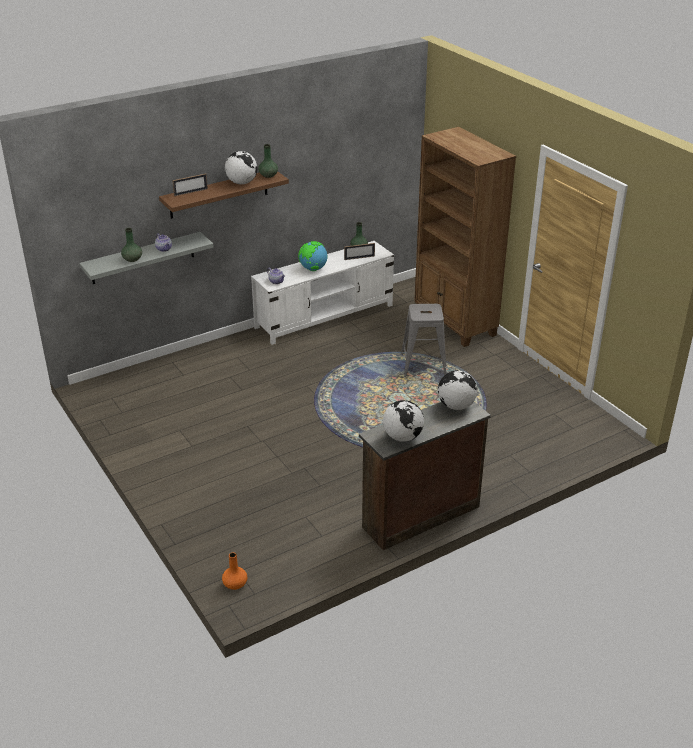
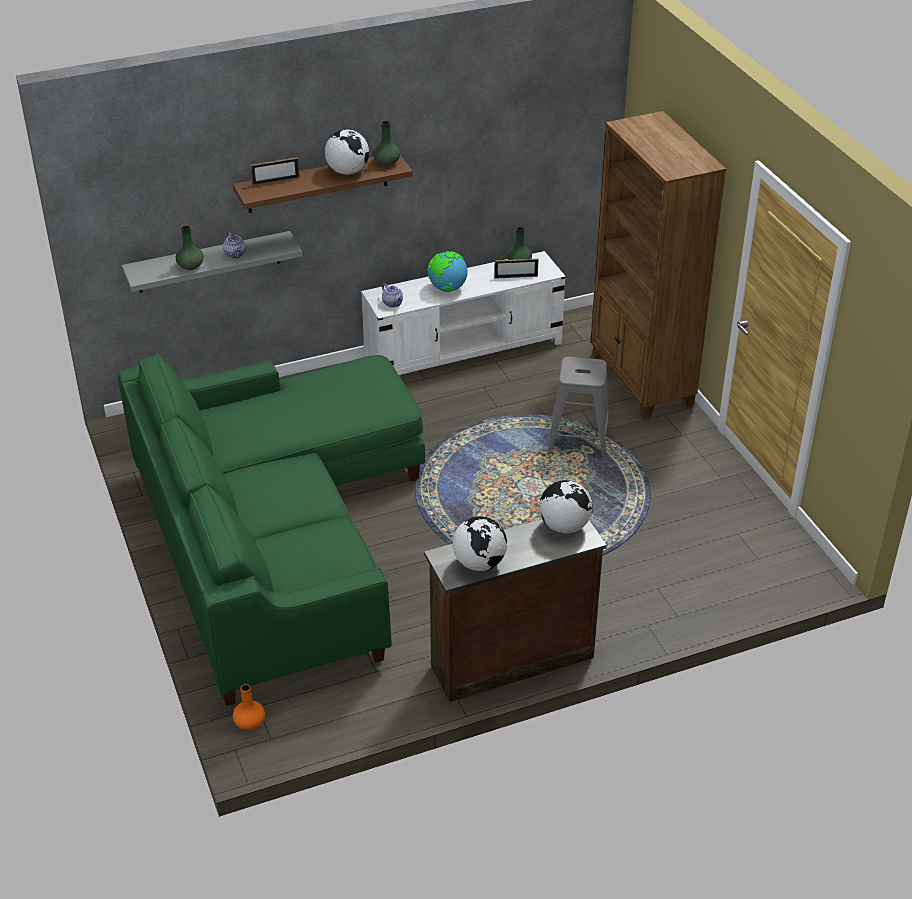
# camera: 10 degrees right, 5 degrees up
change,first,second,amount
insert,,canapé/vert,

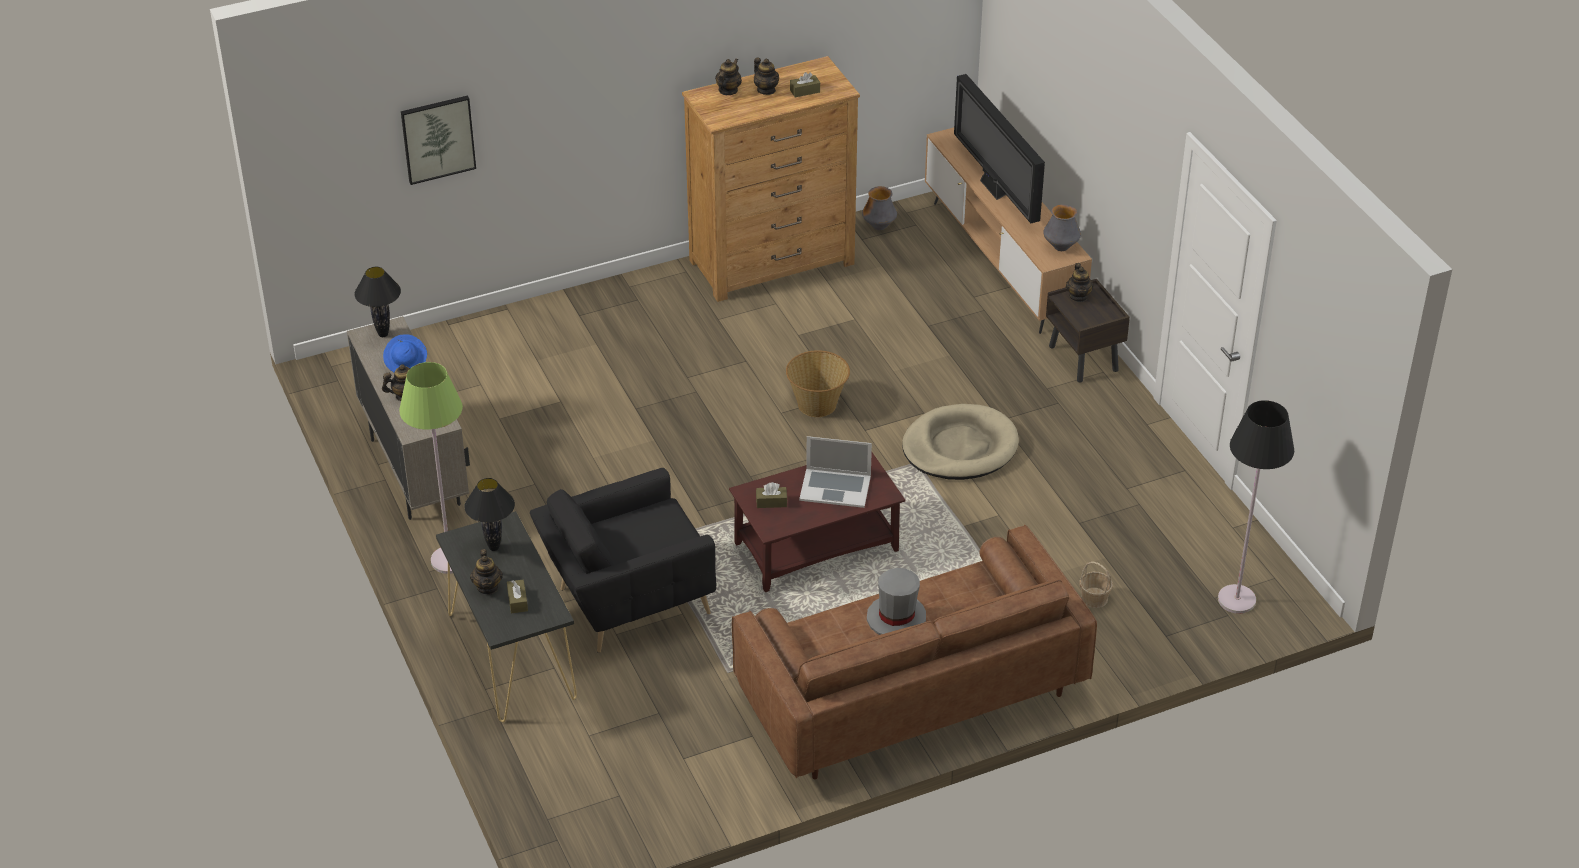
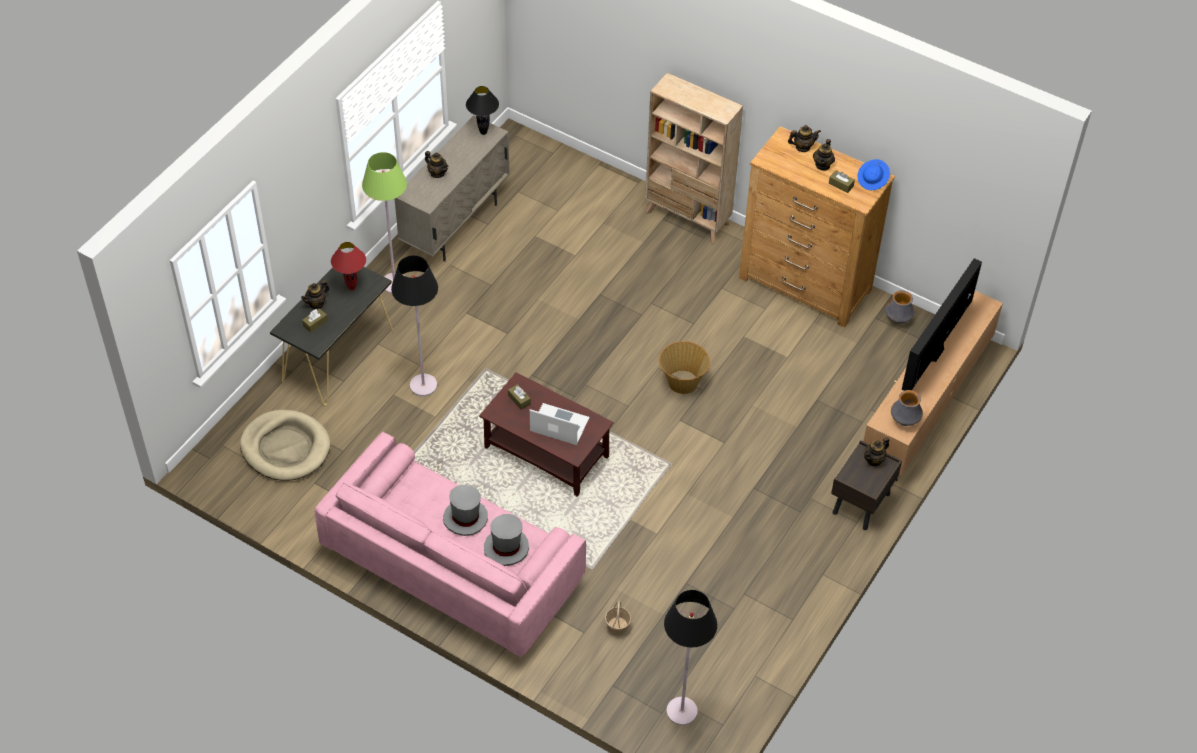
# camera: 55 degrees right, 10 degrees up
change,first,second,amount
move,chapeau/bleu,,
delete,tableau,,
recolor,lampe de table/noir (2nd from left),lampe de table/rouge,
replace,fauteuil/noir,lampadaire/noir (1st from left),
recolor,canapé/marron,canapé/rose,
rotate,ordinateur portable,,135 degrees clockwise
move,panier pour chien/beige,,
insert,,chapeau/gris (2nd from left),
insert,,bibliothèque/beige,

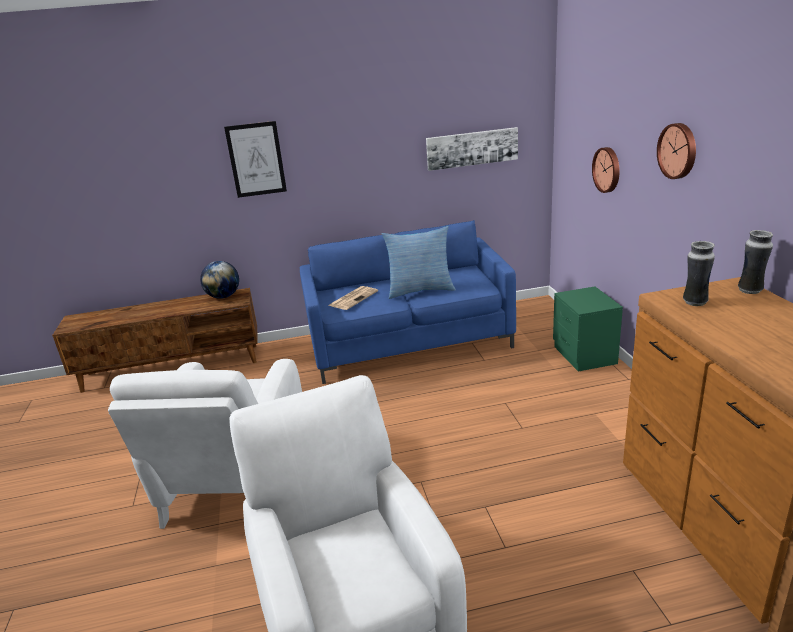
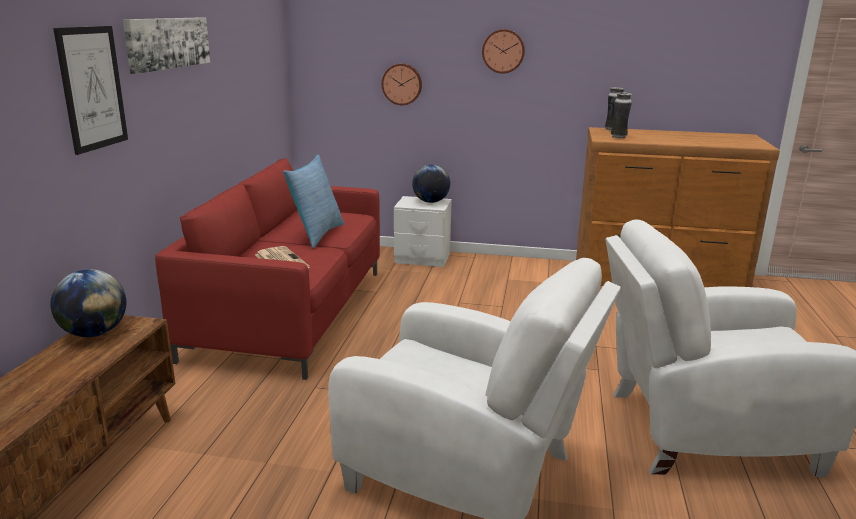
# camera: 70 degrees left, 5 degrees down
change,first,second,amount
recolor,canapé/bleu,canapé/rouge,
move,tableau (2nd from left),,
recolor,table de chevet/vert,table de chevet/blanc,
insert,,globe (2nd from left),

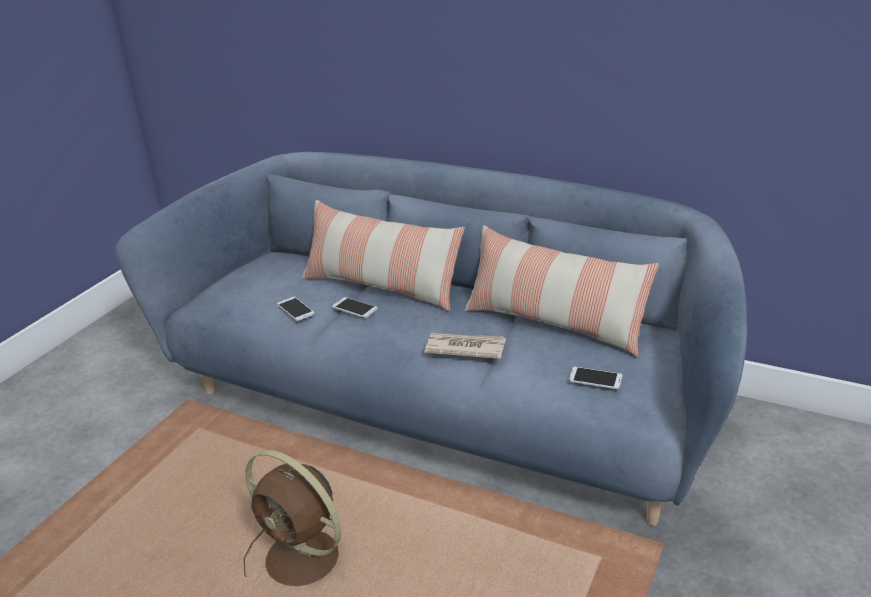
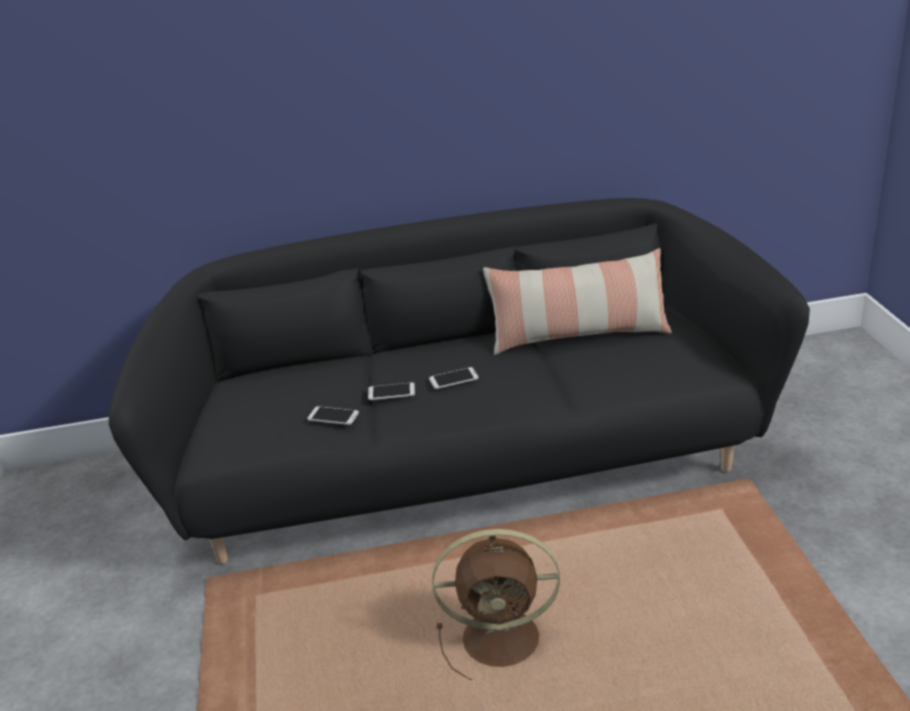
# camera: 35 degrees left, 0 degrees up
change,first,second,amount
recolor,canapé/bleu,canapé/noir,
delete,coussin (1st from left),,
delete,journal,,
move,téléphone (3rd from left),,

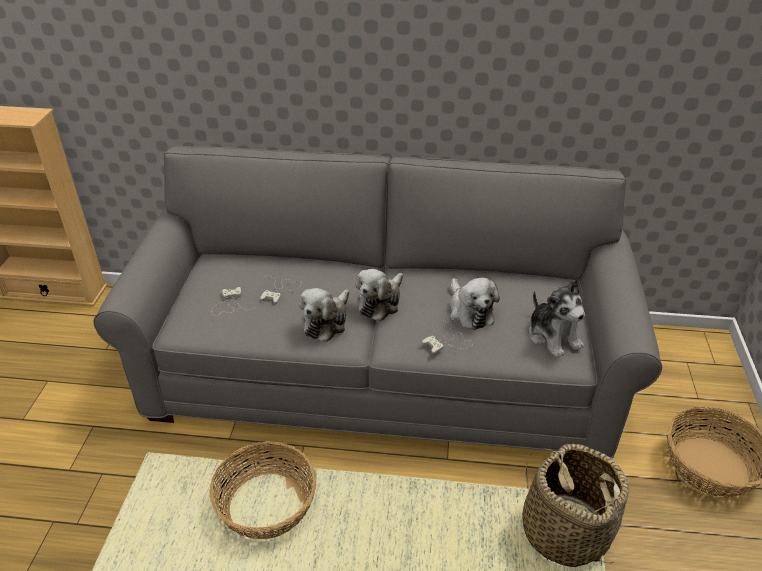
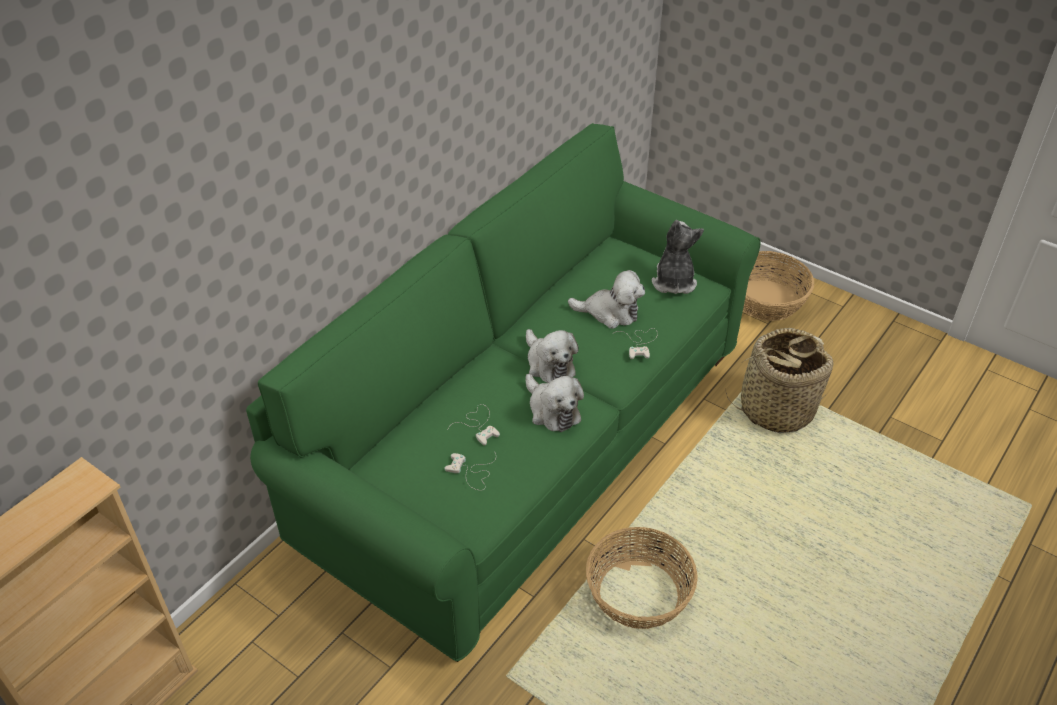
# camera: 60 degrees left, 5 degrees up
change,first,second,amount
recolor,canapé/gris,canapé/vert,
rotate,peluche (4th from left),,90 degrees counterclockwise

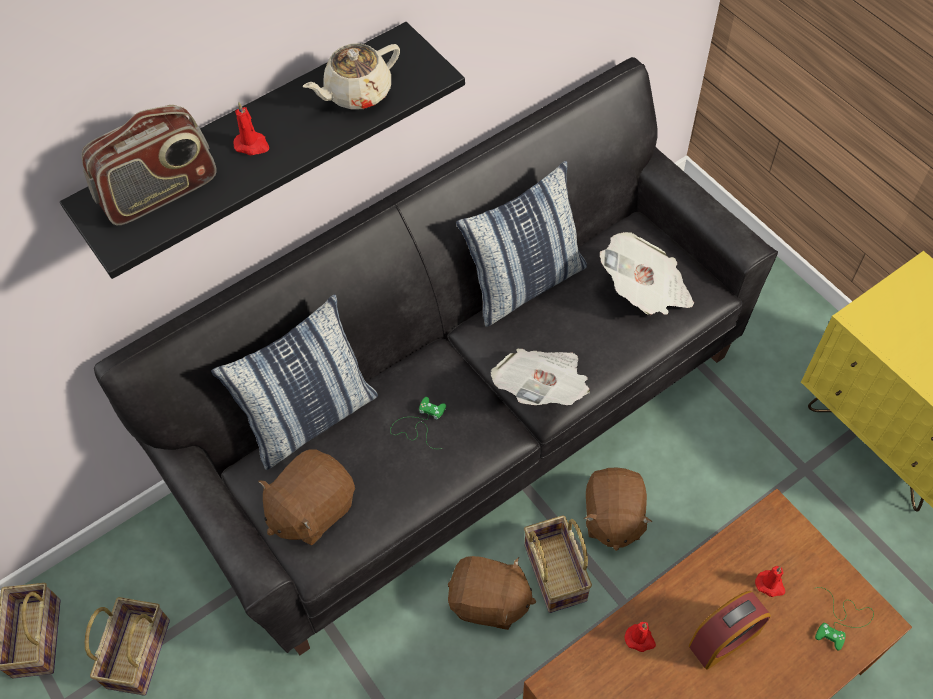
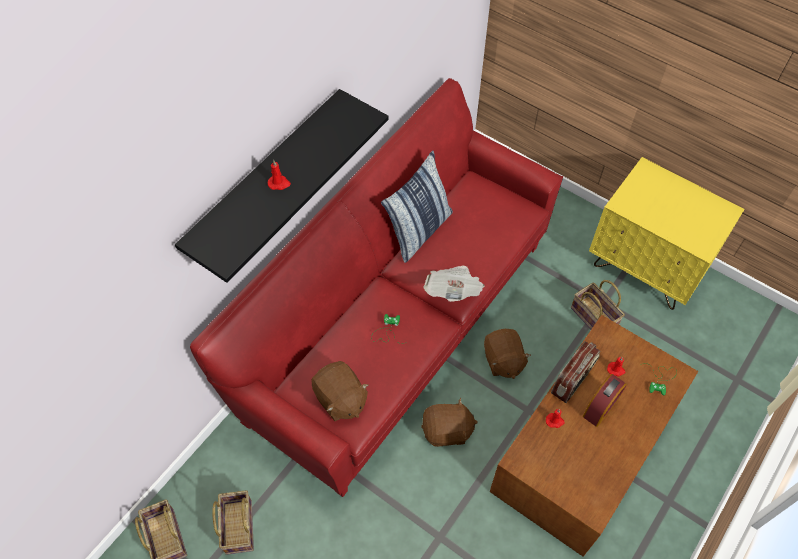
# camera: 20 degrees left, 0 degrees up
change,first,second,amount
move,radio,,
recolor,canapé/noir,canapé/rouge,
delete,coussin (1st from left),,
rotate,peluche/marron (1st from left),,60 degrees counterclockwise
delete,théière/beige,,
move,panier (3rd from left),,
delete,journal (2nd from left),,

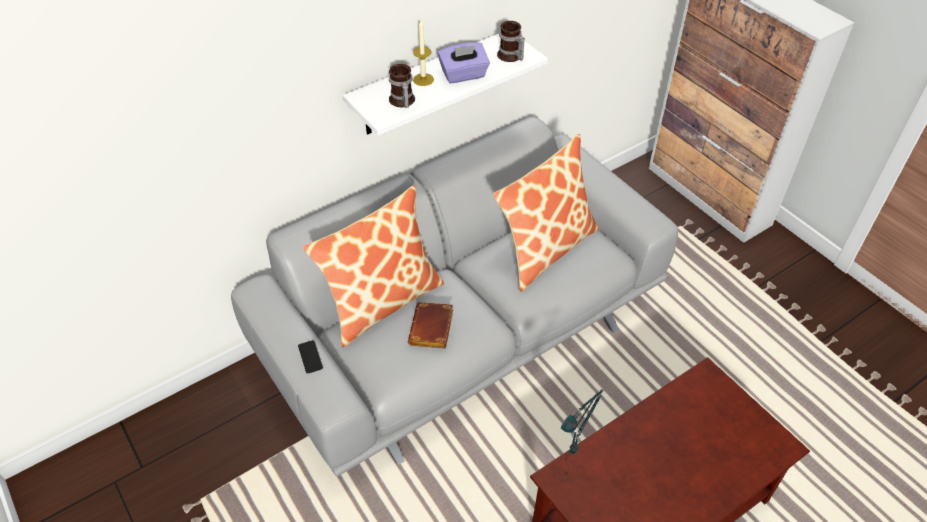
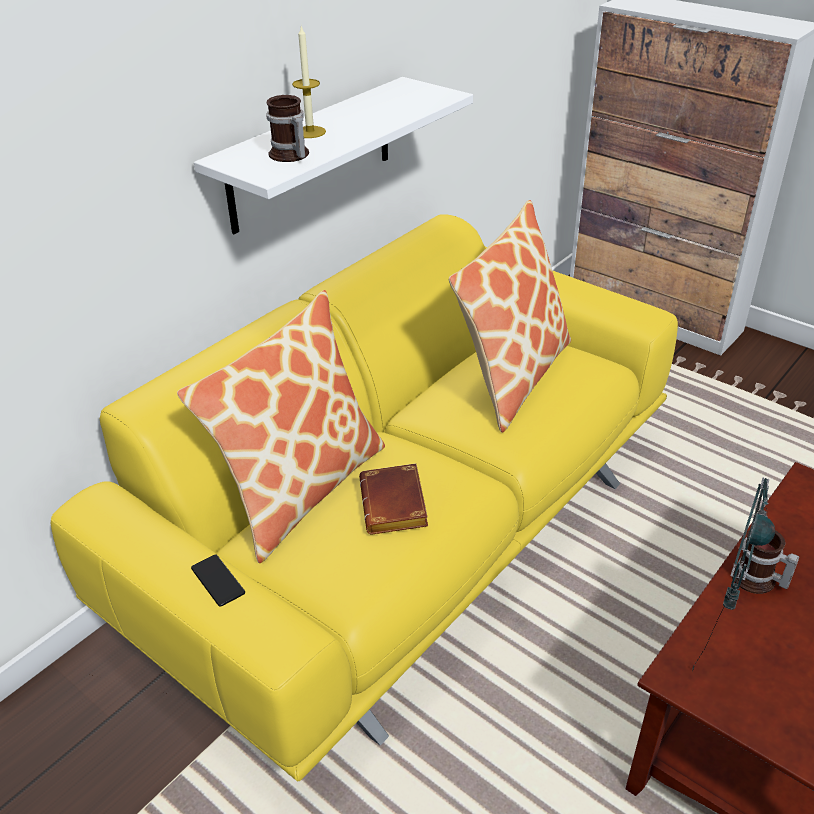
# camera: 15 degrees left, 10 degrees down
change,first,second,amount
recolor,canapé/gris,canapé/jaune,
delete,boîte à mouchoirs/violet,,
move,mug (2nd from left),,

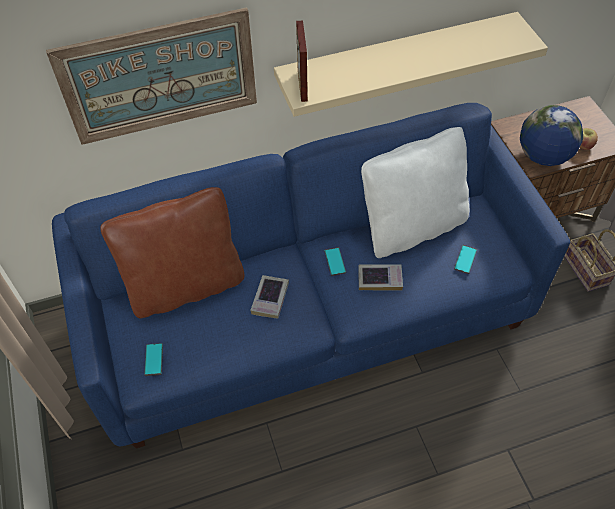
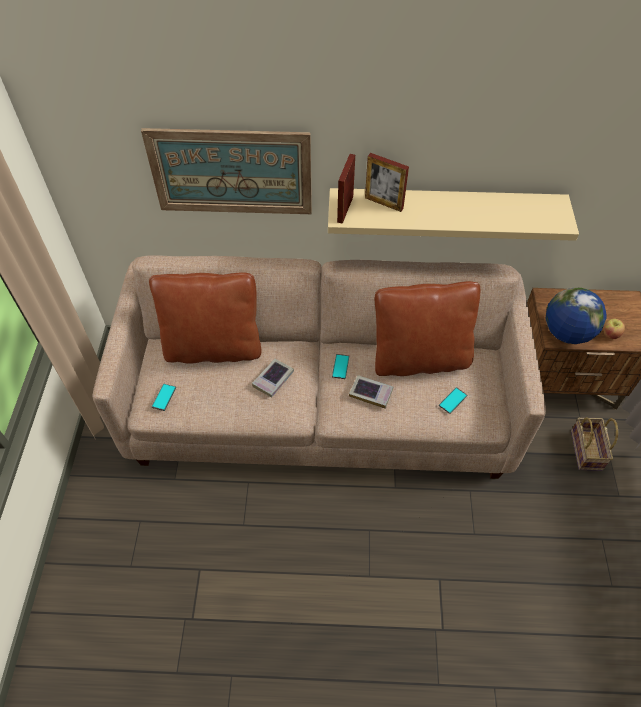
# camera: 20 degrees right, 0 degrees up
change,first,second,amount
recolor,canapé/bleu,canapé/beige,
recolor,coussin/blanc,coussin/marron (2nd from left),
insert,,cadre photo (2nd from left),

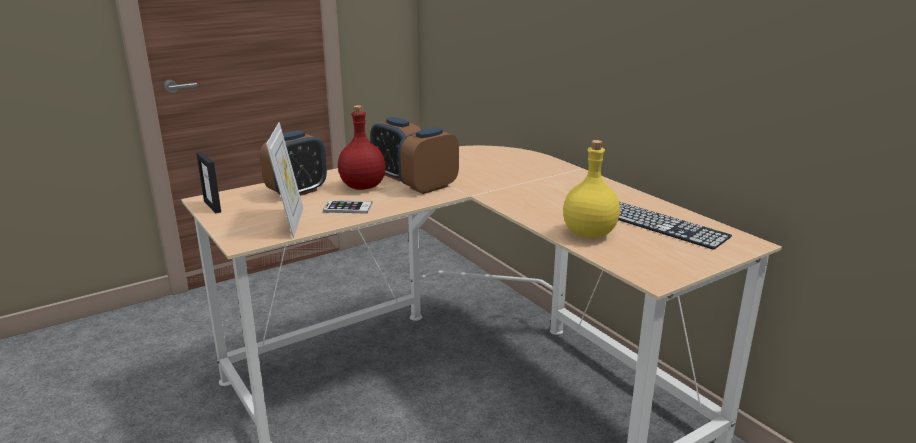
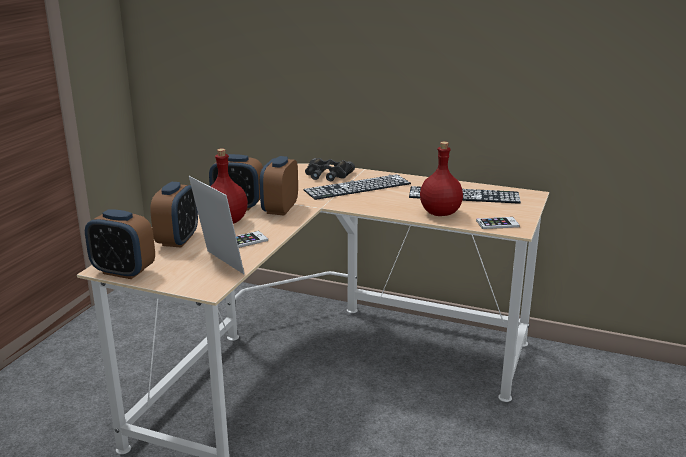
# camera: 35 degrees left, 0 degrees up
change,first,second,amount
replace,cadre photo (1st from left),réveil (1st from left),
recolor,bouteille/jaune,bouteille/rouge (2nd from left),
insert,,clavier (1st from left),
insert,,jumelles/noir,
insert,,téléphone (2nd from left),

